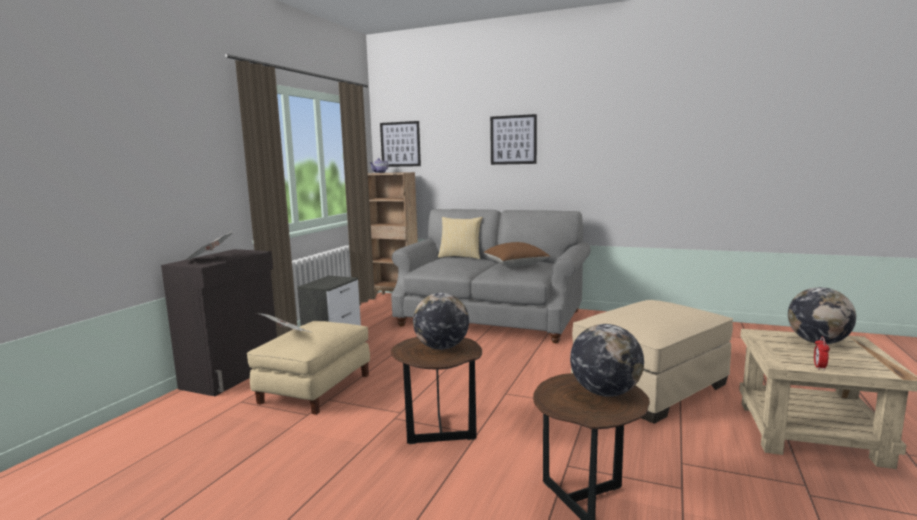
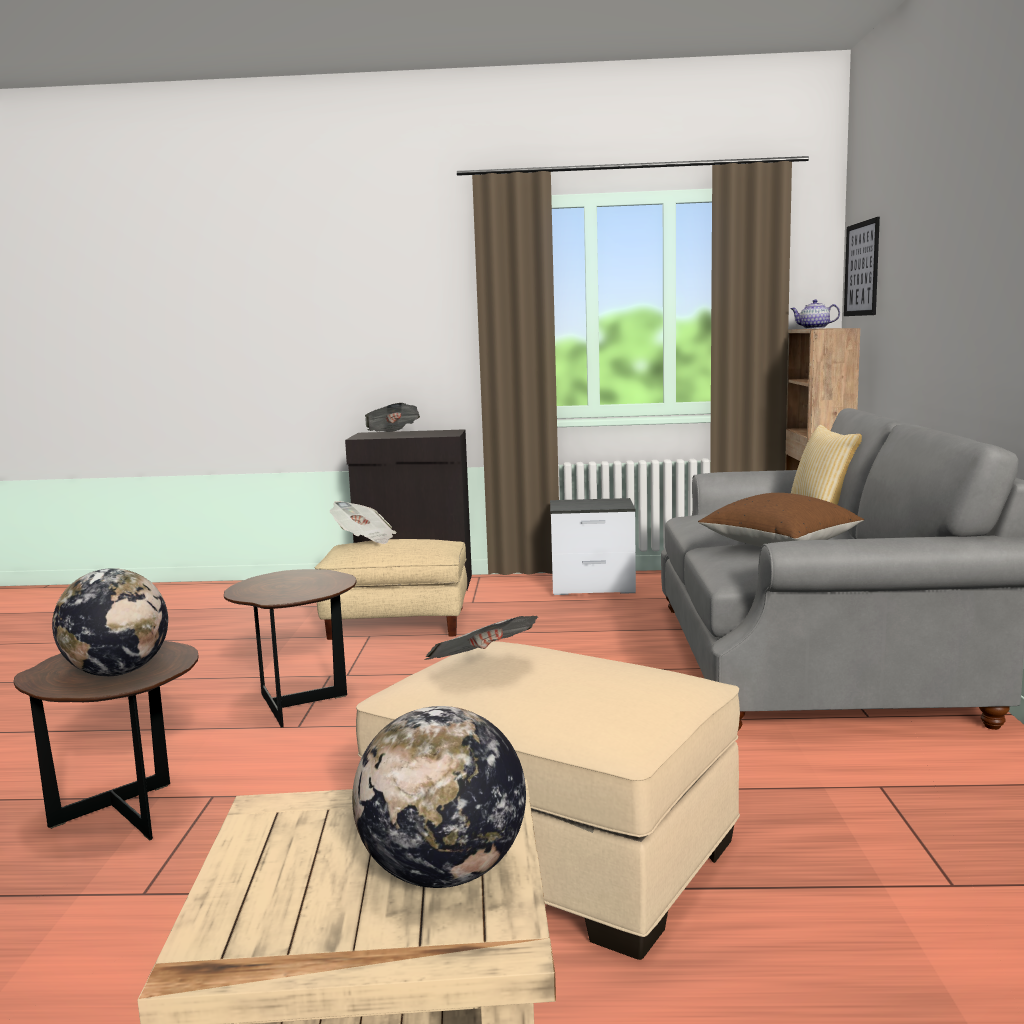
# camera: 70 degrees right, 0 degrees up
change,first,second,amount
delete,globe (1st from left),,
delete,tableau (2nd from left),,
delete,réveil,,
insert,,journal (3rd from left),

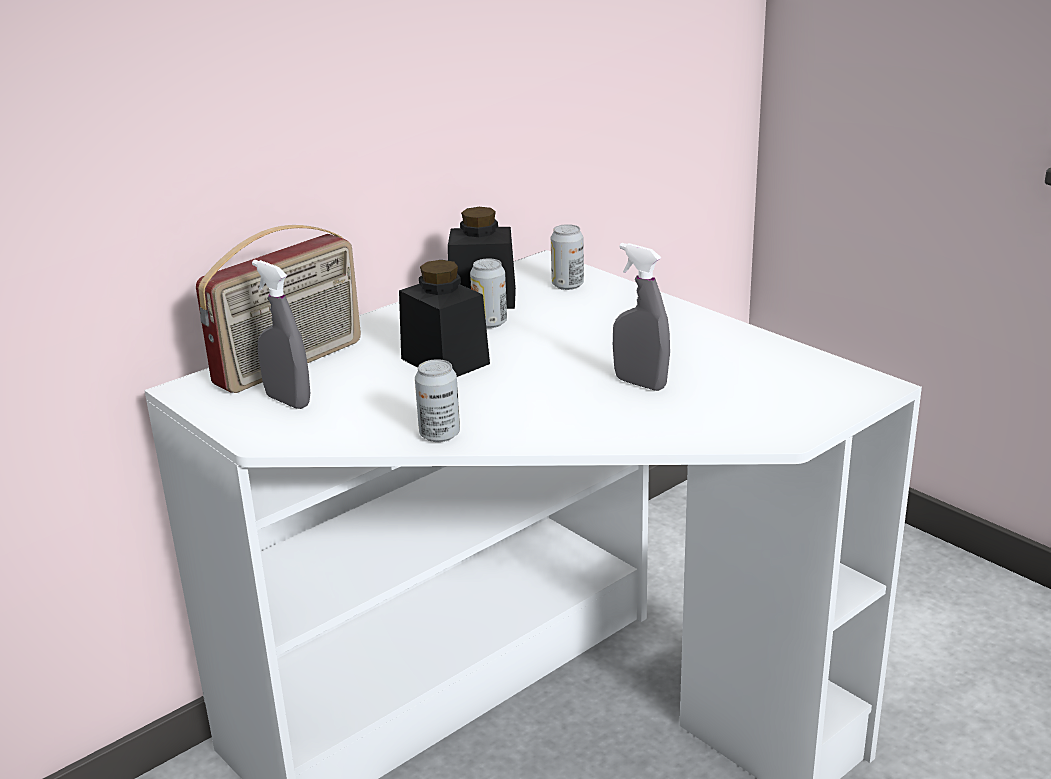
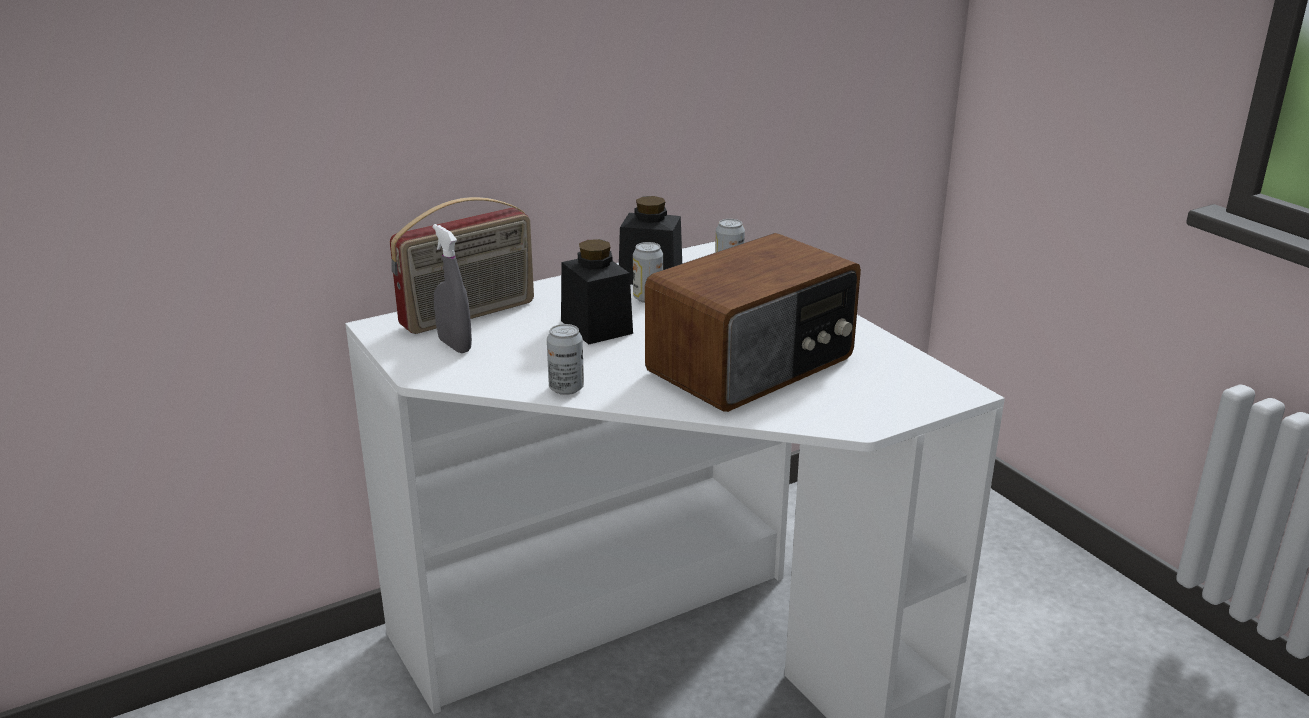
# camera: 10 degrees right, 0 degrees up
change,first,second,amount
replace,vaporisateur/gris (2nd from left),radio (2nd from left),

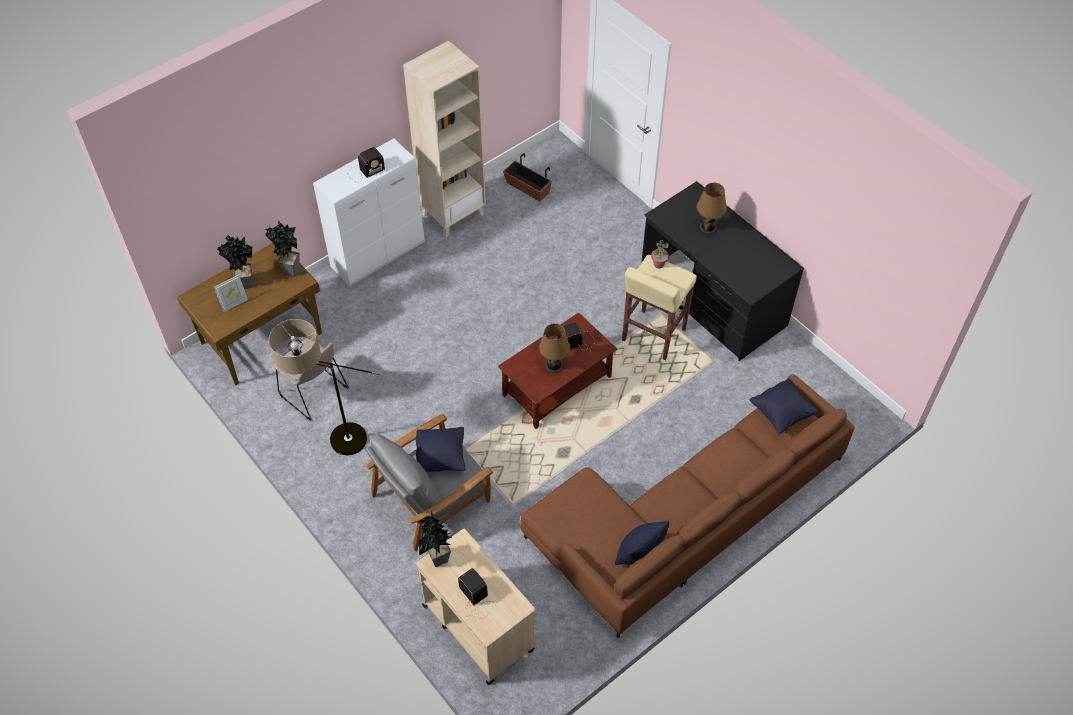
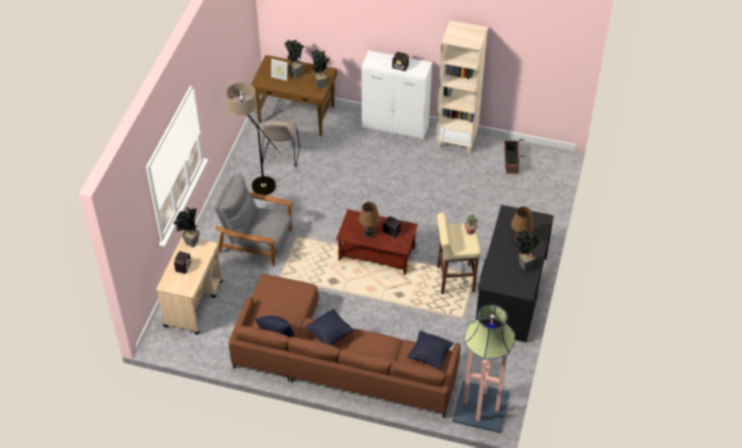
# camera: 55 degrees right, 5 degrees down
change,first,second,amount
move,coussin/noir (1st from left in the first image),coussin/noir (2nd from left),
insert,,lampadaire (2nd from left),
insert,,plante en pot (5th from left),

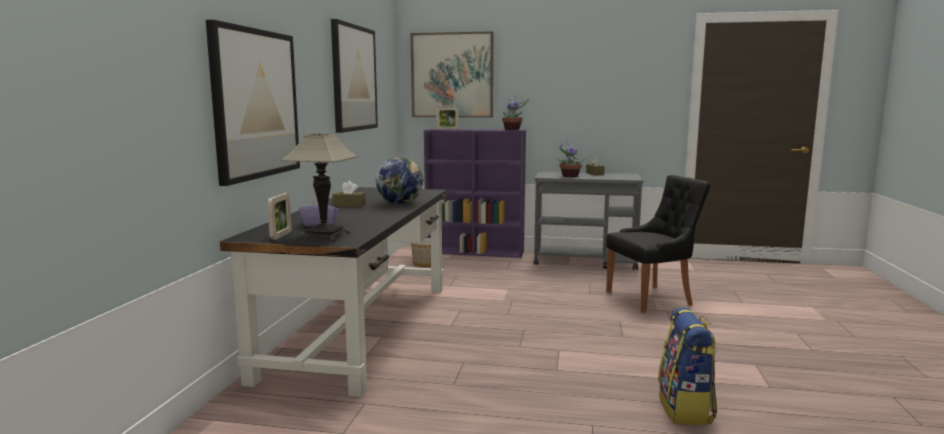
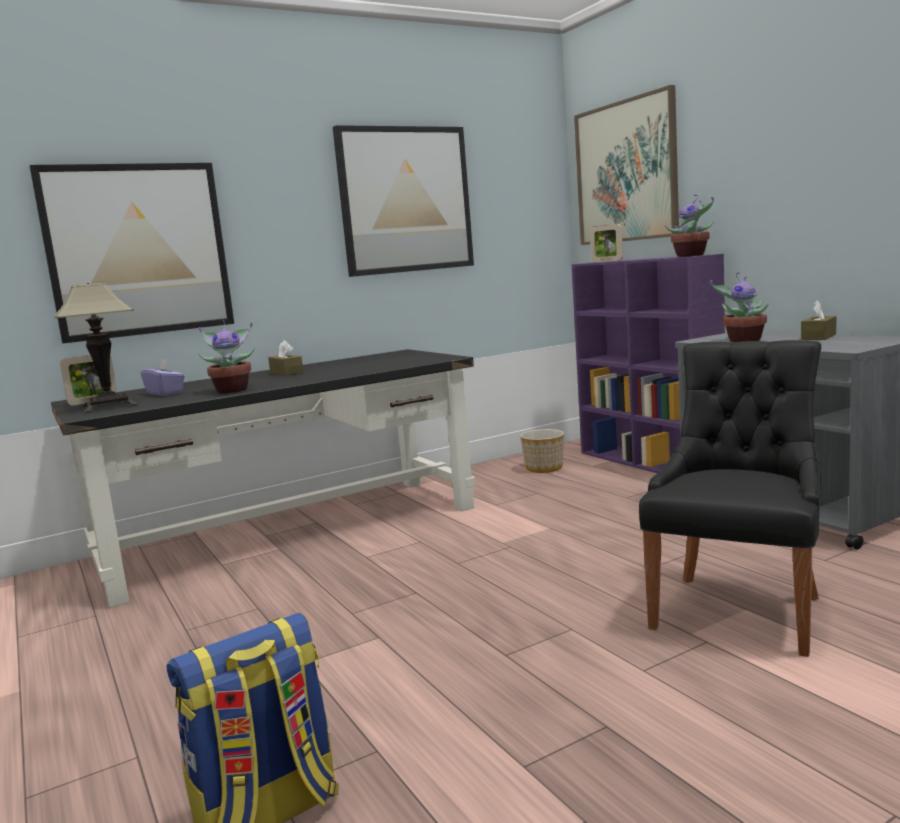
# camera: 50 degrees right, 0 degrees up
change,first,second,amount
delete,globe,,
rotate,chaise/noir,,90 degrees counterclockwise
insert,,plante en pot (1st from left),

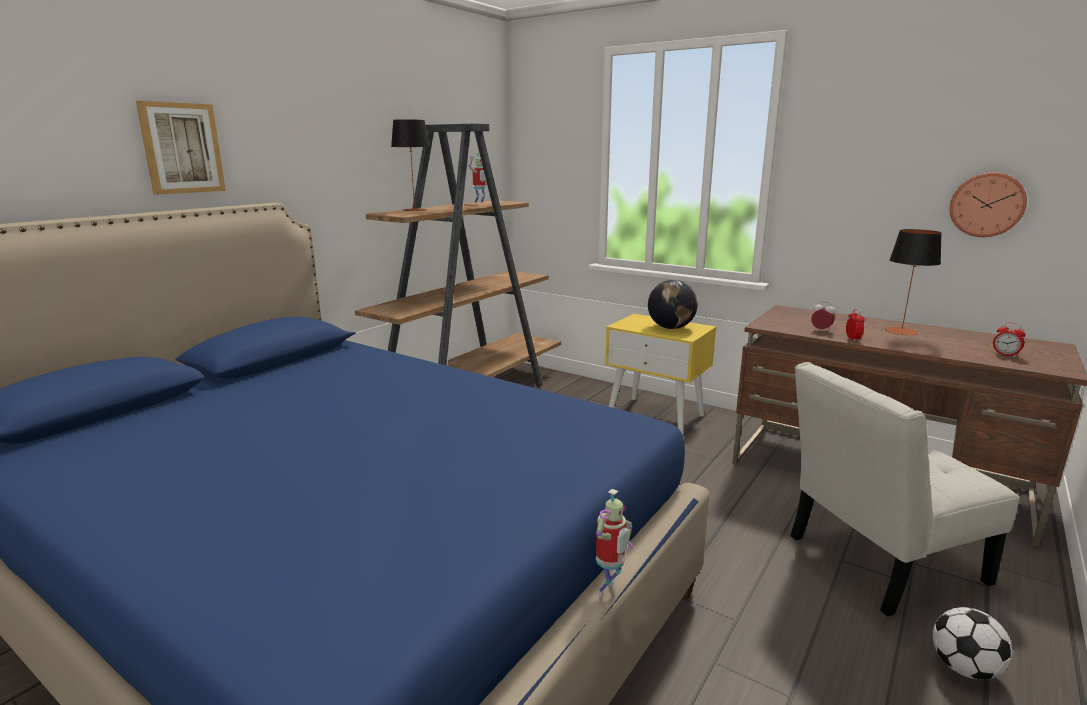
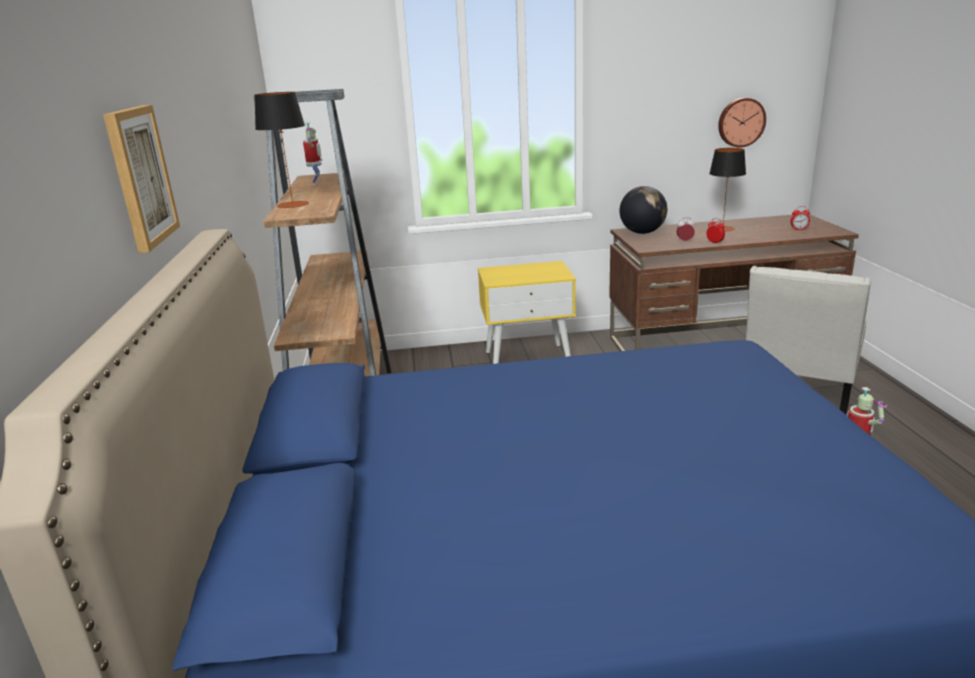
# camera: 40 degrees left, 5 degrees up
change,first,second,amount
move,globe,,
delete,ballon de foot,,

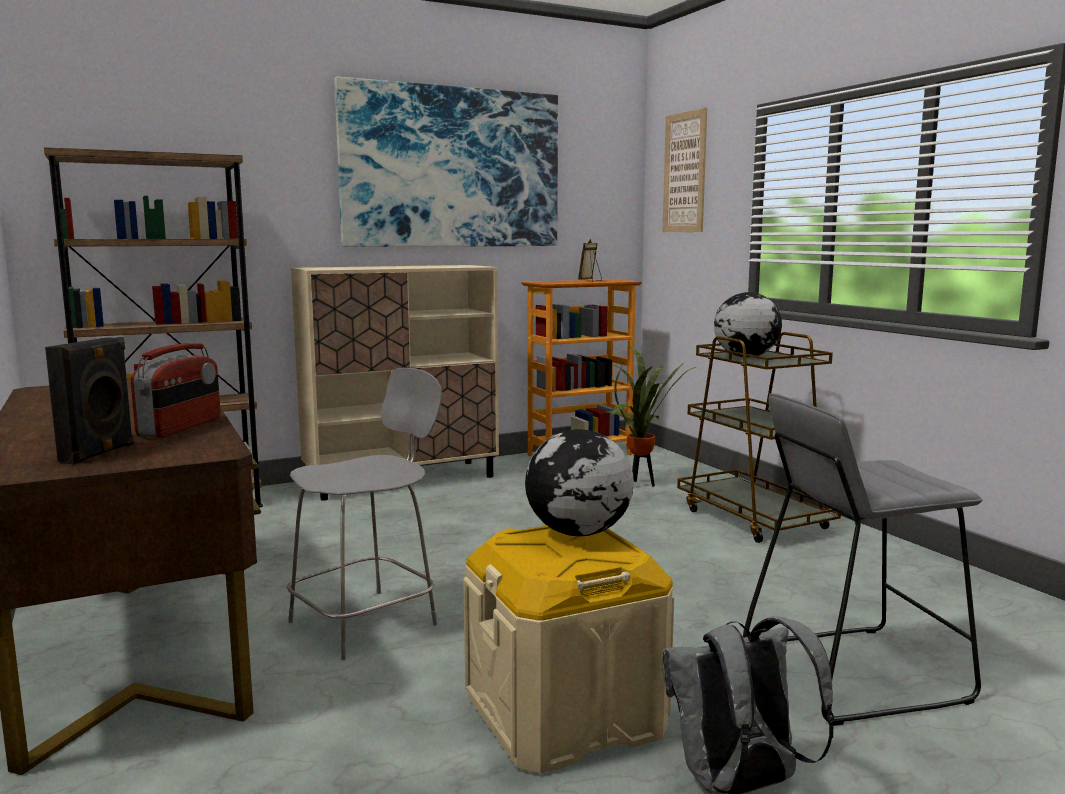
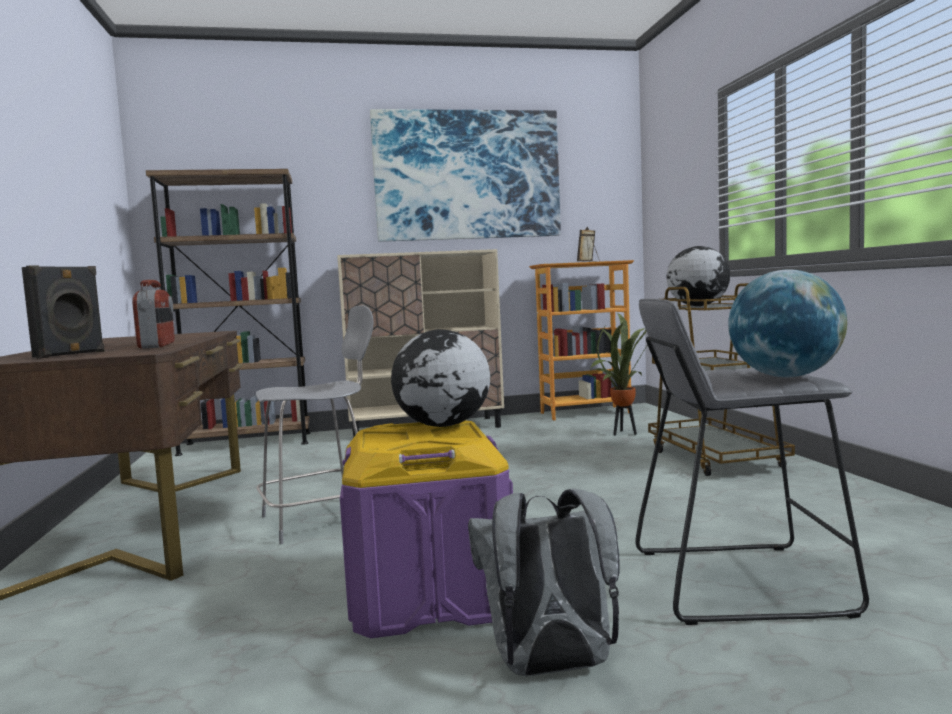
# camera: 15 degrees right, 5 degrees down
change,first,second,amount
rotate,radio,,45 degrees counterclockwise
recolor,boîte de rangement/beige,boîte de rangement/violet,
delete,tableau (2nd from left),,
insert,,globe (3rd from left),

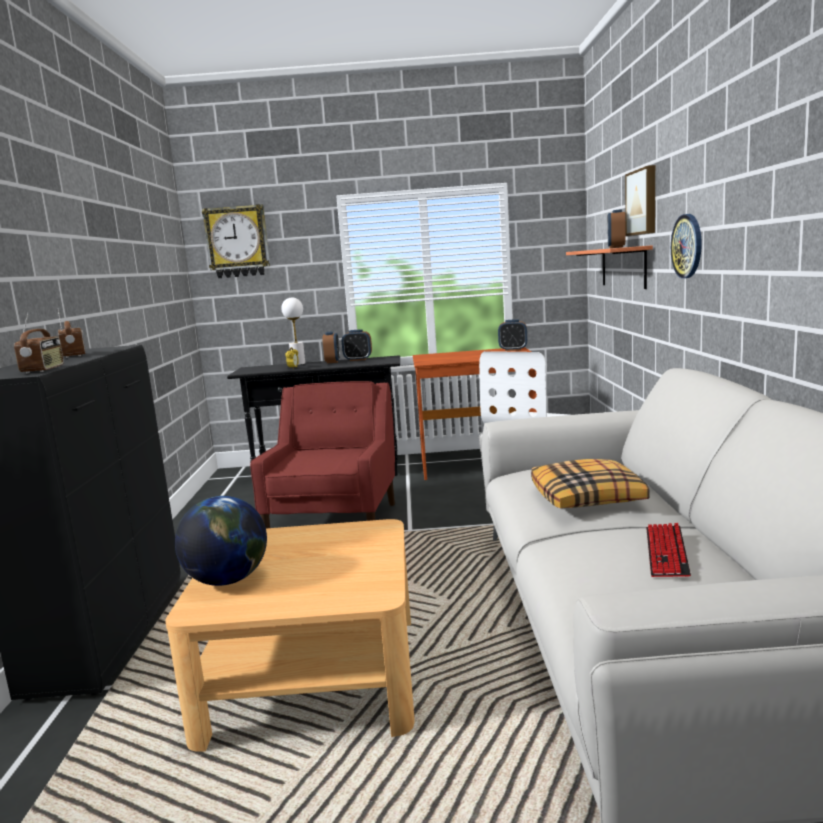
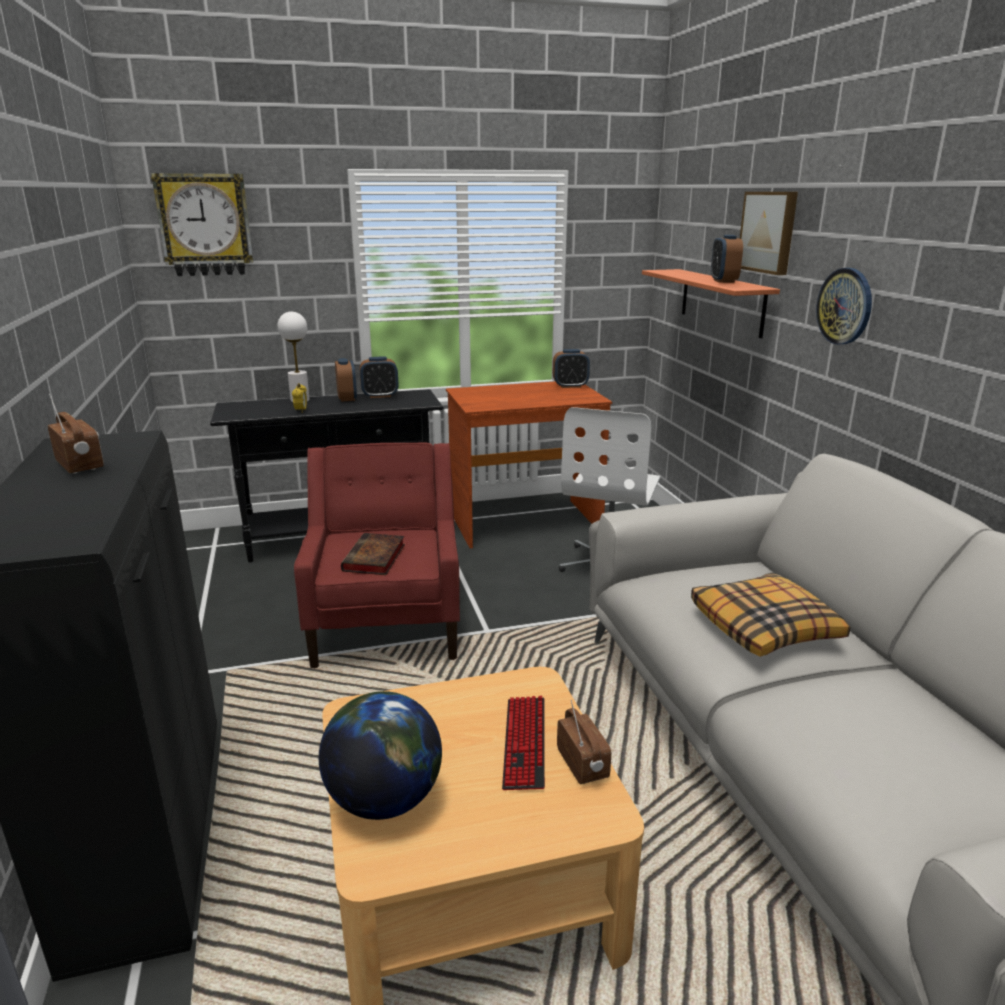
# camera: 15 degrees left, 10 degrees up
change,first,second,amount
move,radio (1st from left in the first image),radio (2nd from left),
move,clavier,,
insert,,livre,

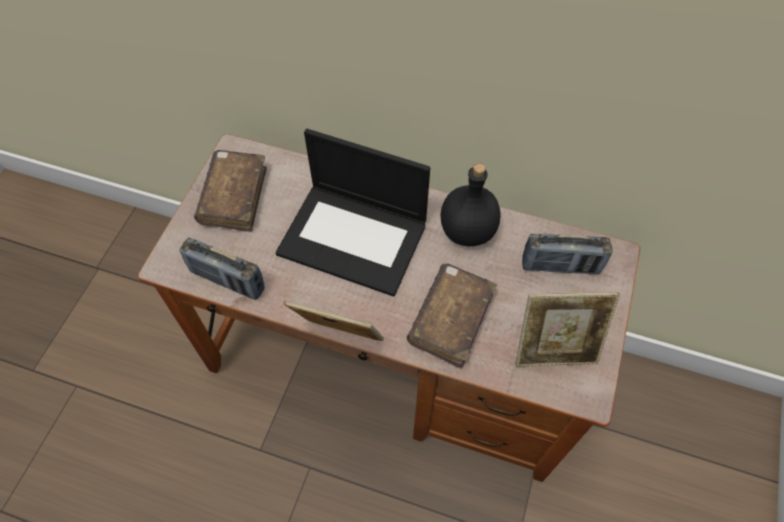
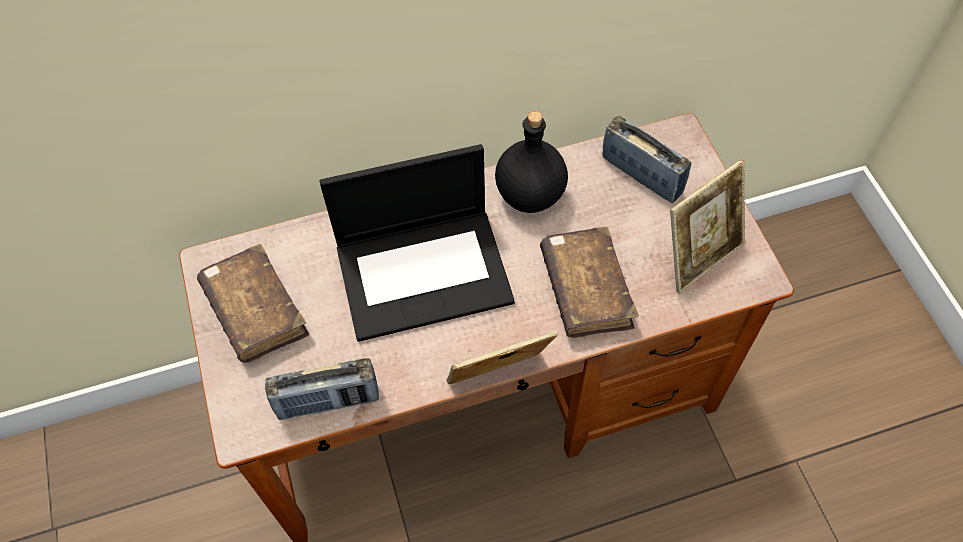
# camera: 35 degrees left, 0 degrees up
change,first,second,amount
rotate,radio (2nd from left),,105 degrees counterclockwise

